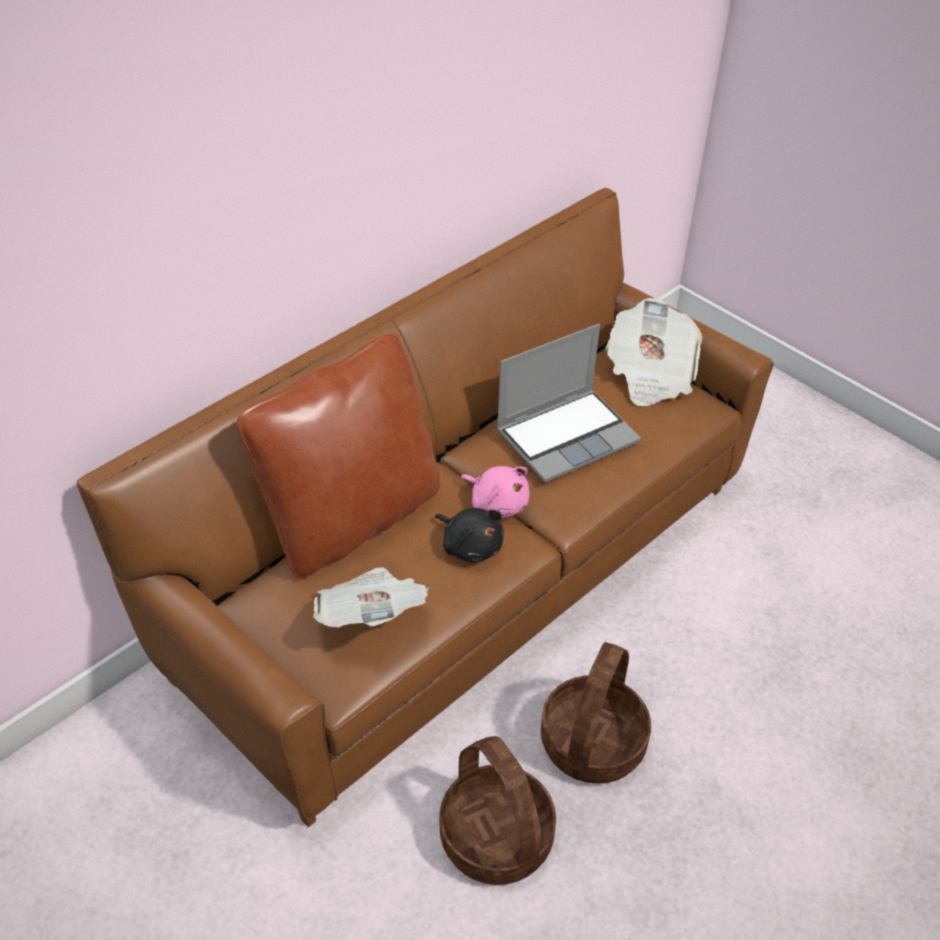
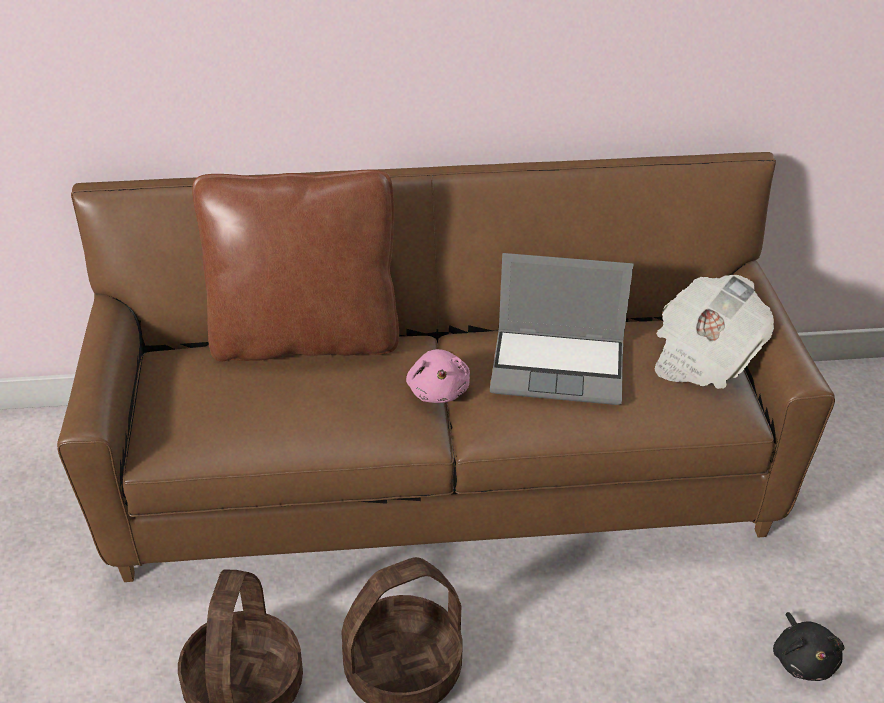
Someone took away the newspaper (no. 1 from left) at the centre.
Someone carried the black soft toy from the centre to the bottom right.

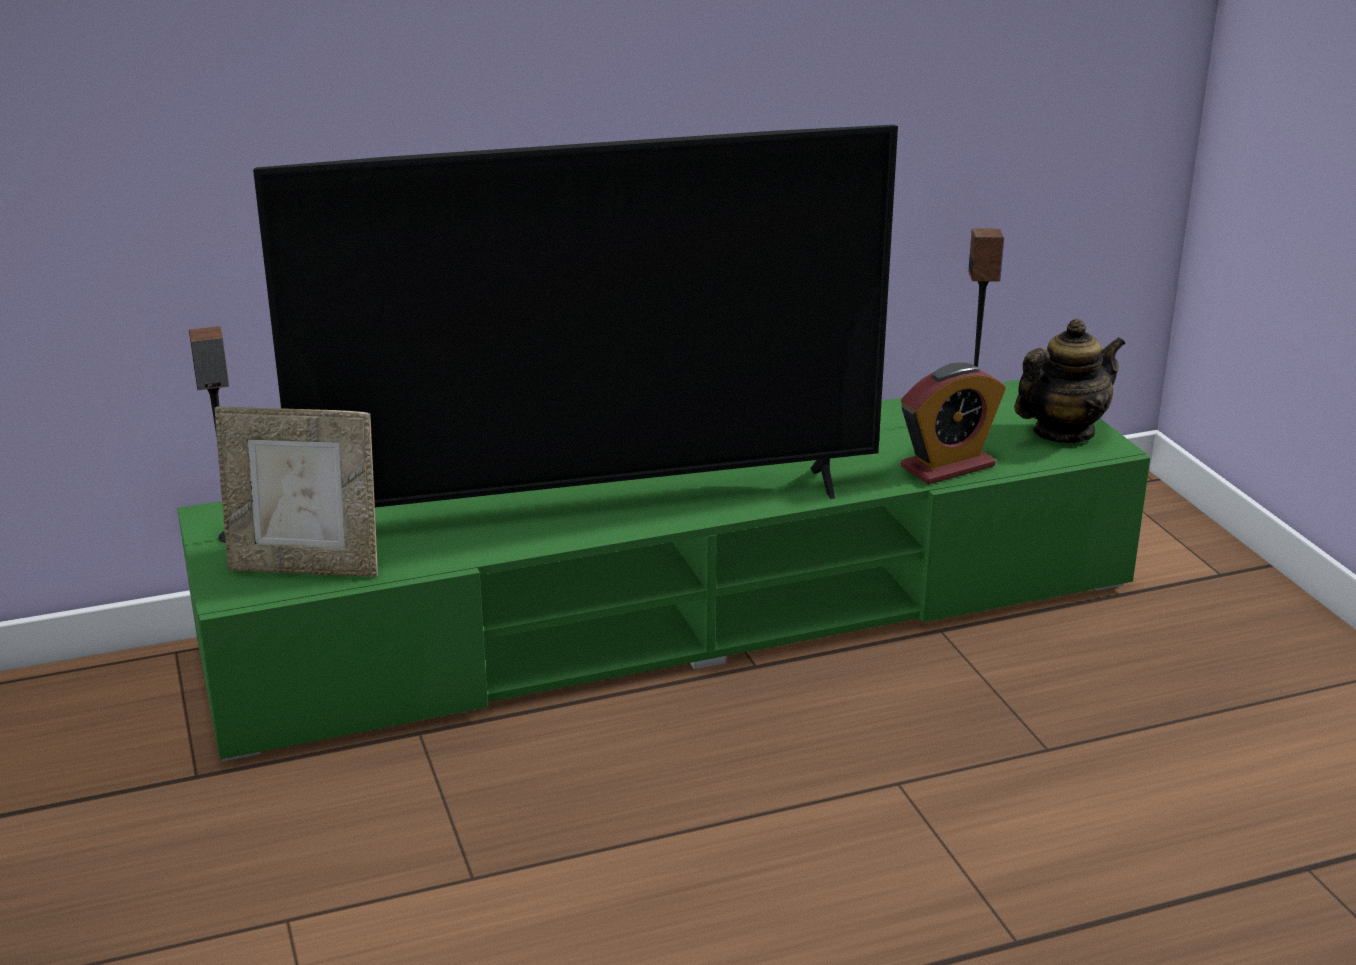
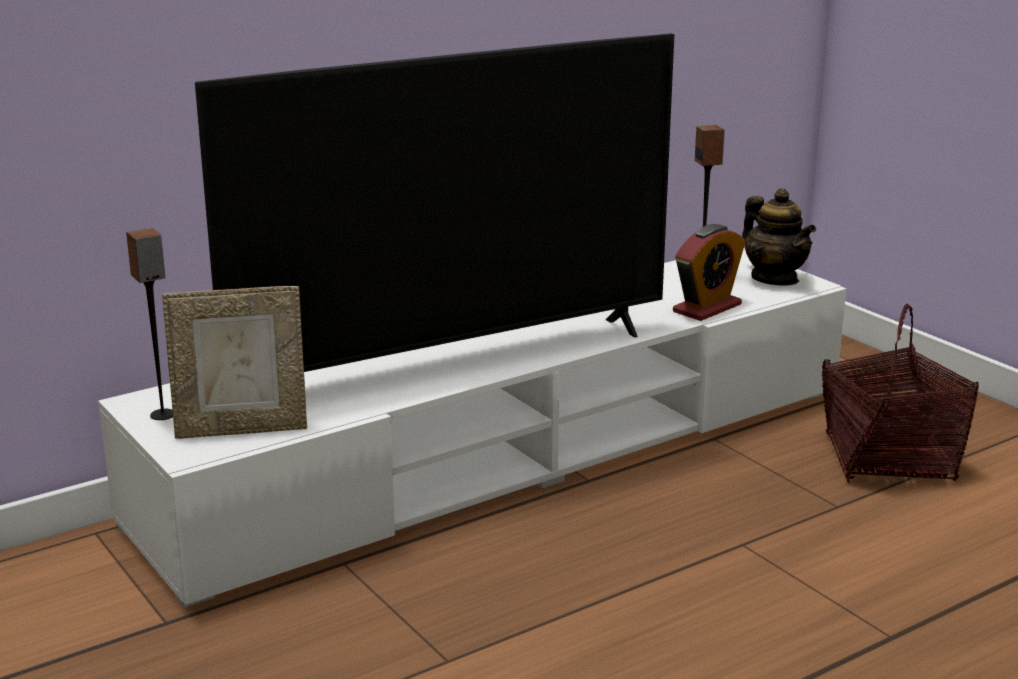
Someone repainted the green media console at the centre, which became the white-coloured media console at the centre.
Someone rotated the teapot at the middle right by 105 degrees clockwise.
Someone put down the household basket at the middle right.

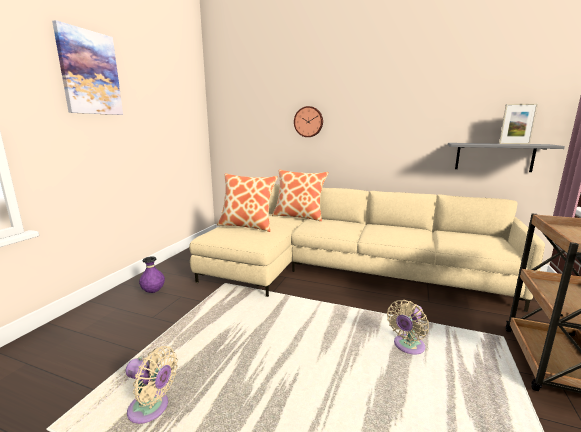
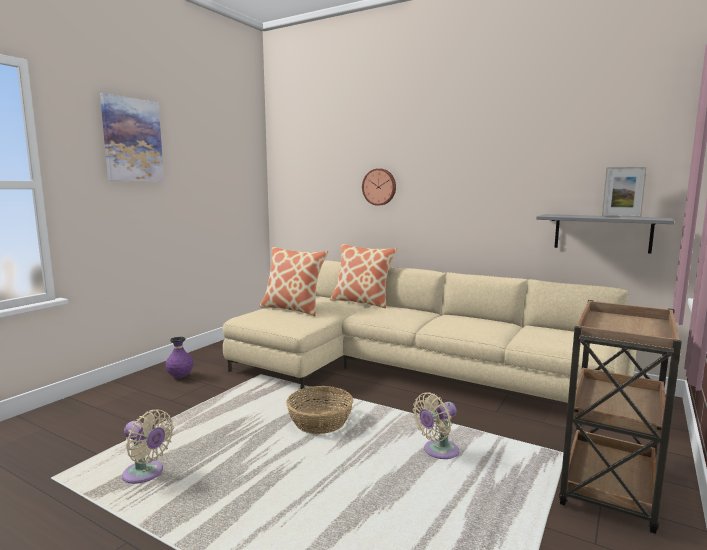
Someone put down the household basket at the bottom centre.

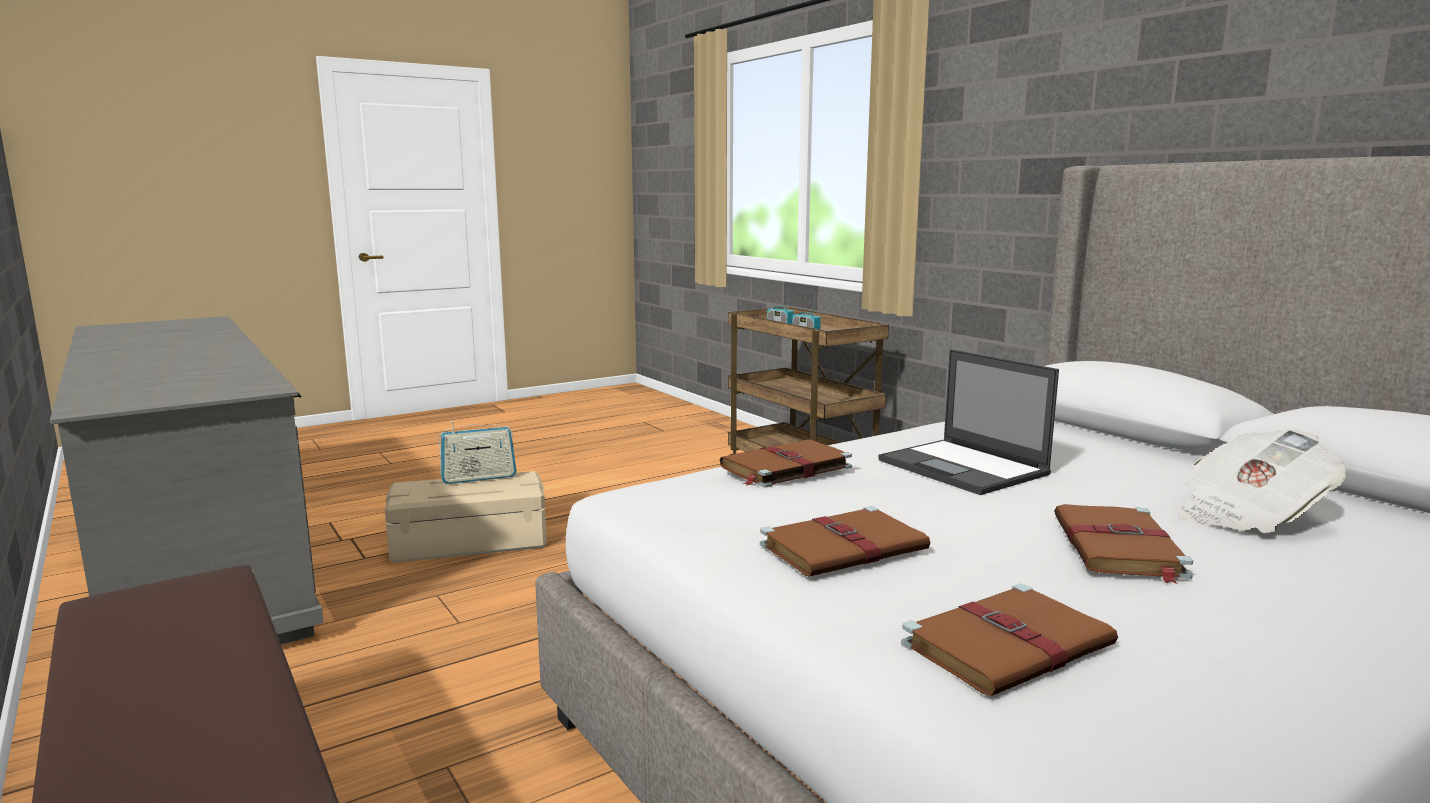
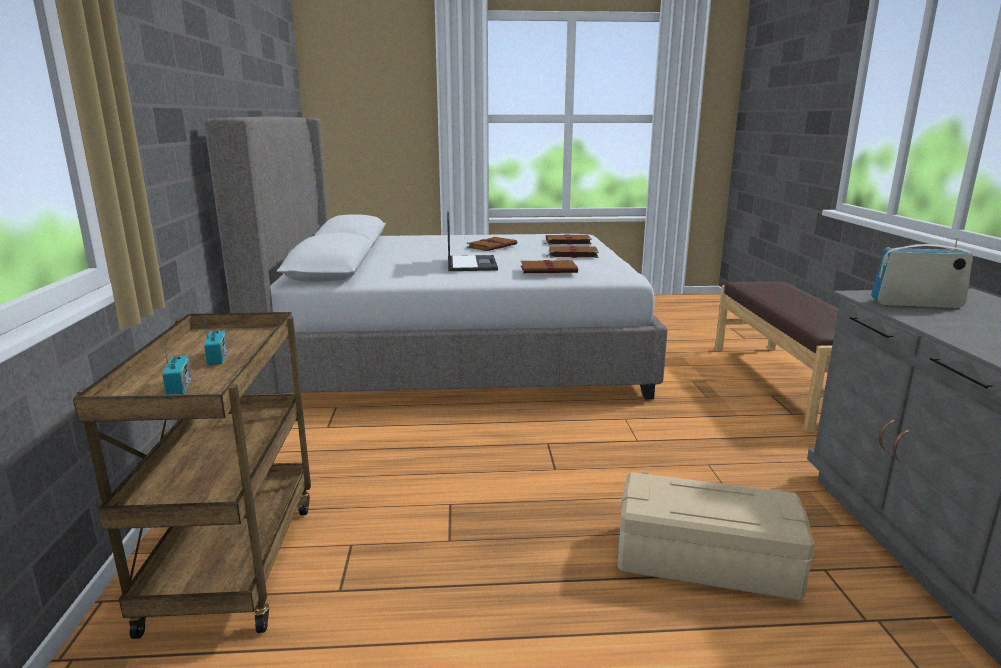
Someone carried the radio (no. 1 from left in the first image) from the centre to the middle right.
Someone took away the newspaper at the middle right.

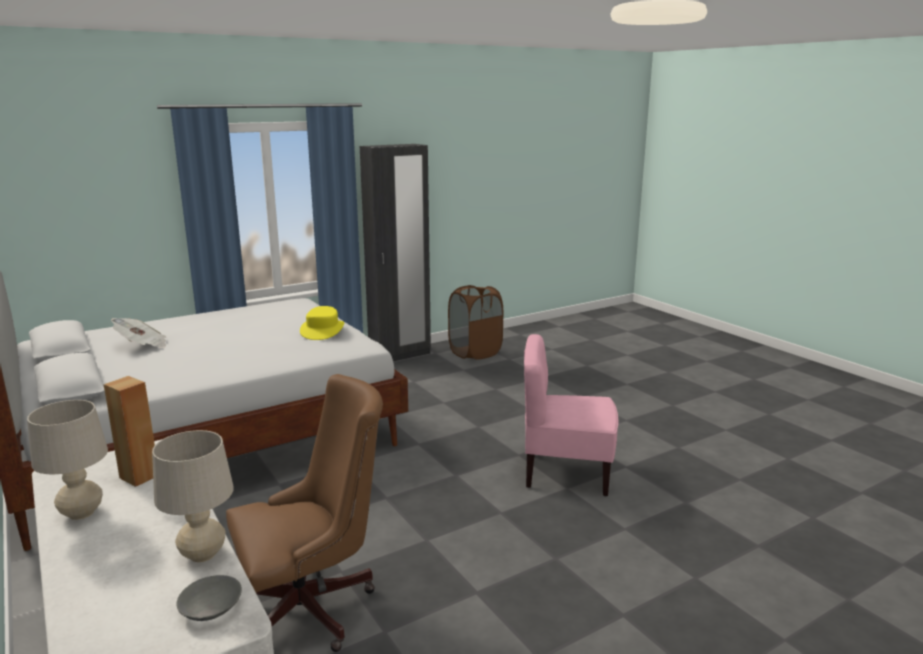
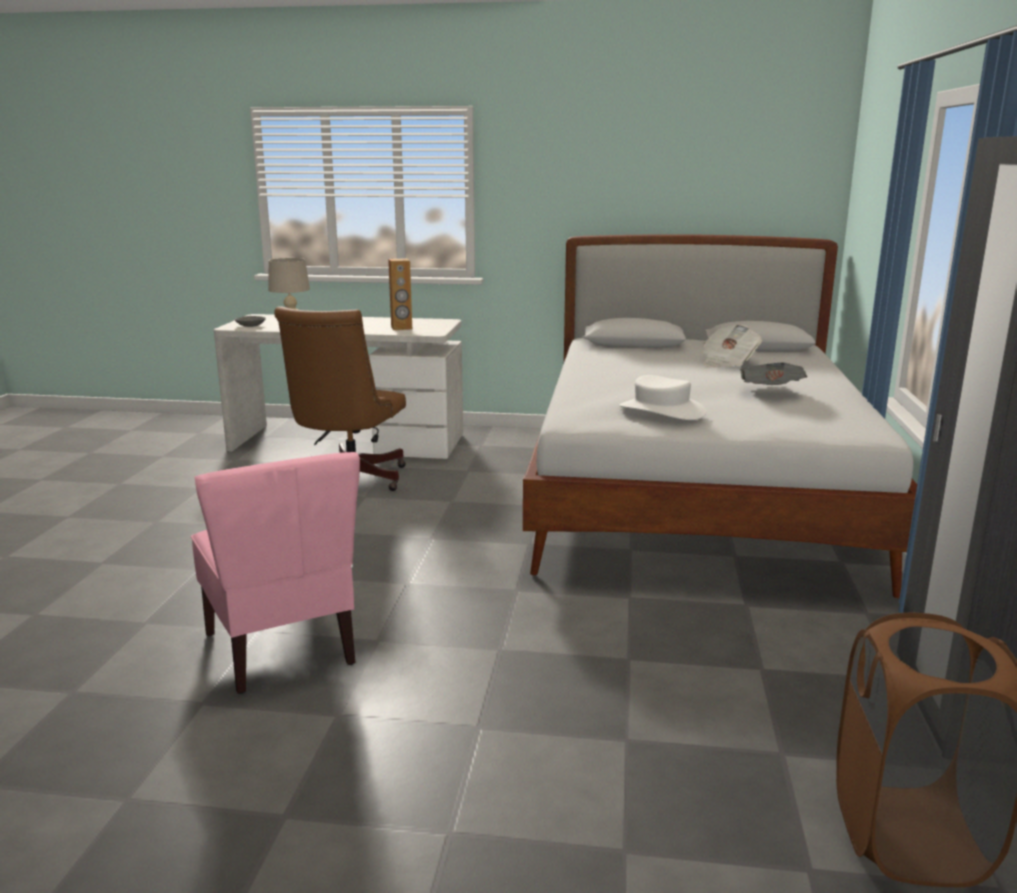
Someone took away the beige-coloured tabletop lamp (no. 1 from left) at the bottom left.
Someone repainted the yellow wearable hat at the centre, which became the white-coloured wearable hat at the centre.
Someone rotated the pink upright chair at the centre by 105 degrees clockwise.
Someone put down the newspaper (no. 2 from left) at the middle right.

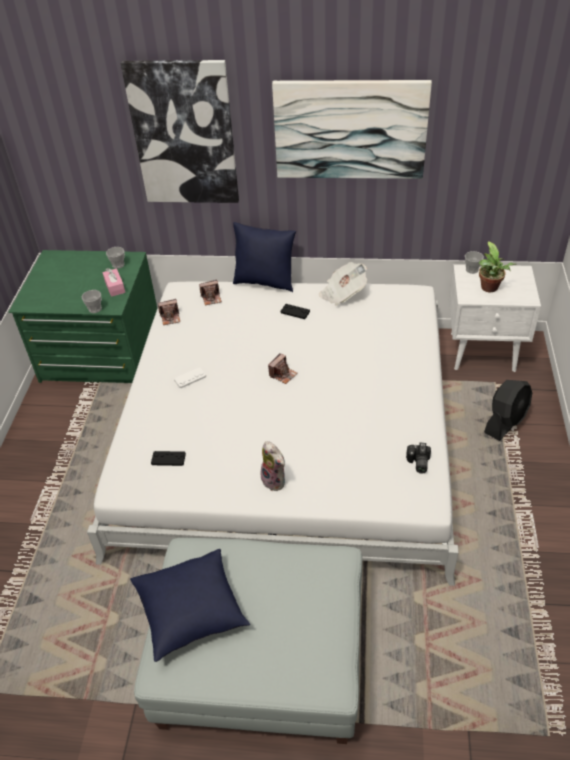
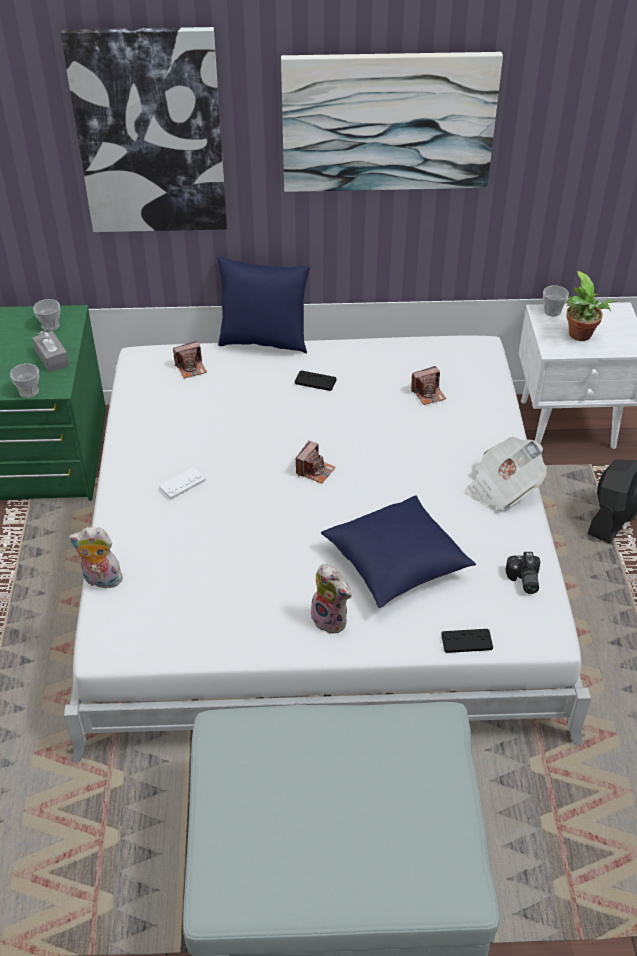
Someone repainted the pink box of tissues at the middle left, which became the gray box of tissues at the middle left.
Someone carried the bluish pillow (no. 1 from left in the first image) from the bottom centre to the centre.
Someone carried the black game controller (no. 1 from left in the first image) from the middle left to the bottom right.
Someone carried the photo camera (no. 1 from left in the first image) from the middle left to the middle right.
Someone carried the newspaper from the centre to the middle right.
Someone put down the soft toy (no. 1 from left) at the middle left.

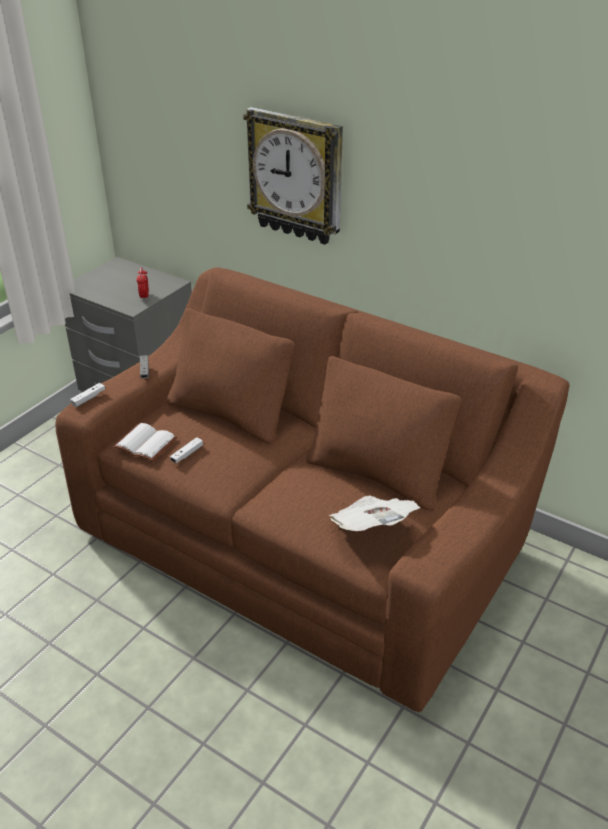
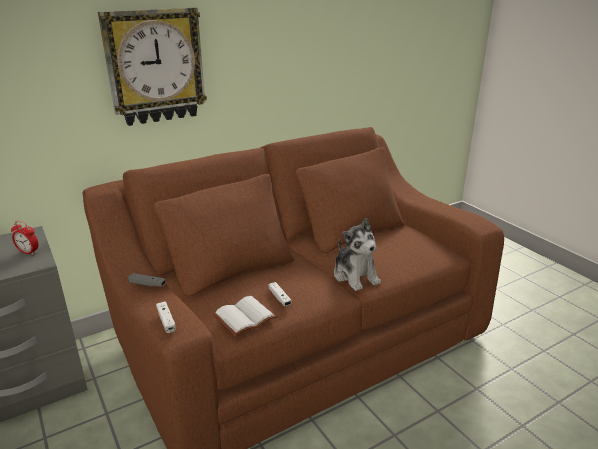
Someone took away the newspaper at the centre.
Someone put down the soft toy at the centre.

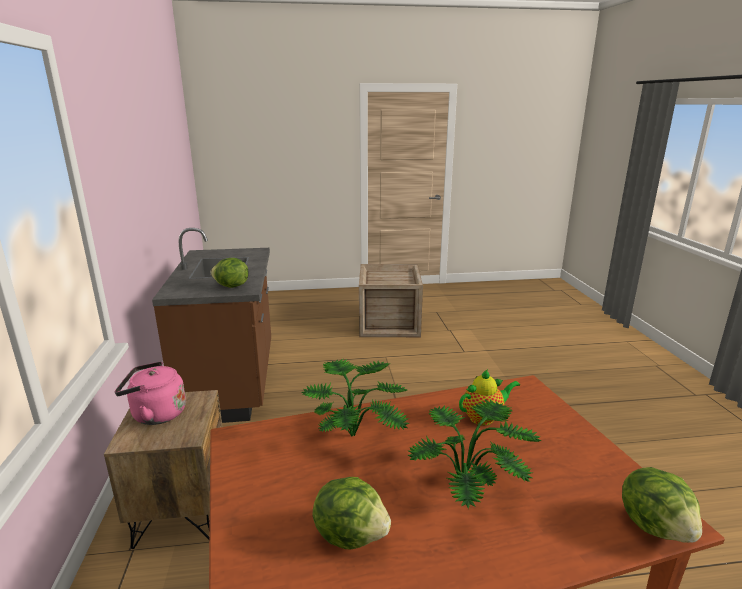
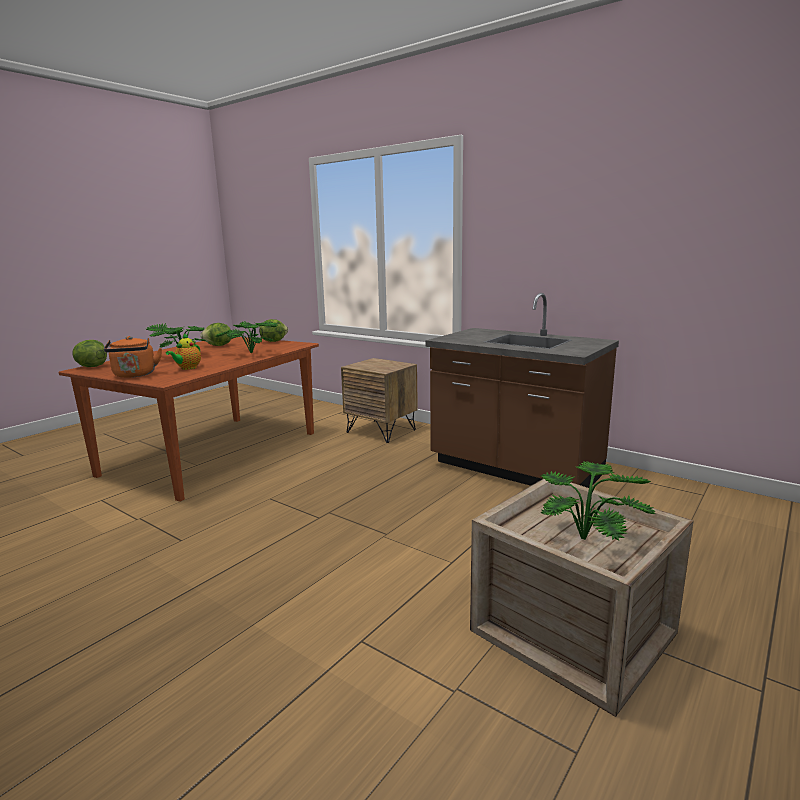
Someone took away the pink kettle at the bottom left.
Someone carried the lettuce head (no. 1 from left in the first image) from the middle left to the centre.
Someone put down the orange-coloured kettle at the middle left.
Someone put down the potted plant (no. 3 from left) at the middle right.

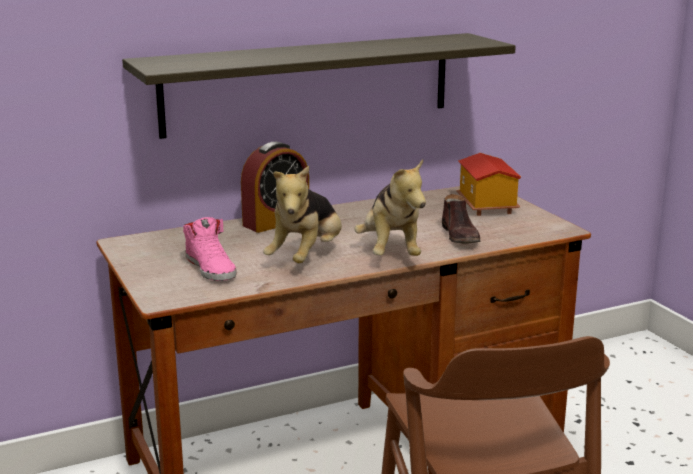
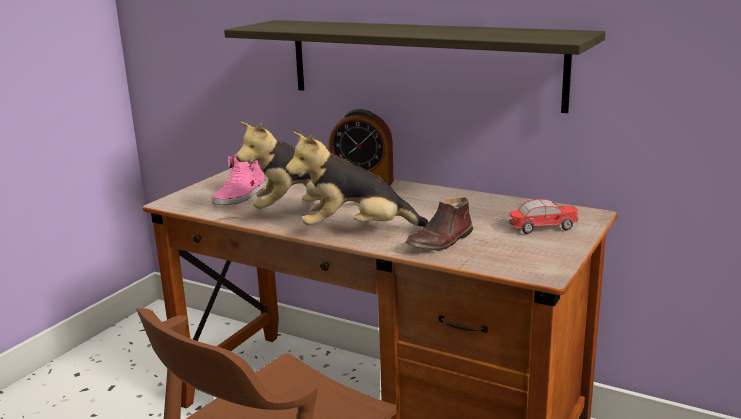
Someone rotated the soft toy (no. 2 from left) at the centre by 45 degrees clockwise.
Someone swapped the miniature house at the middle right for the miniature car at the middle right.

